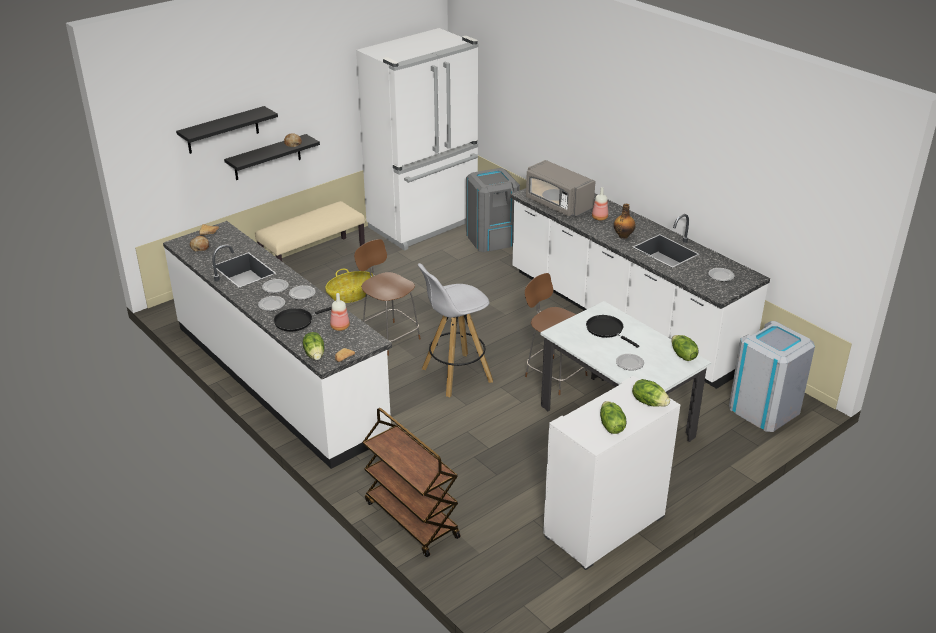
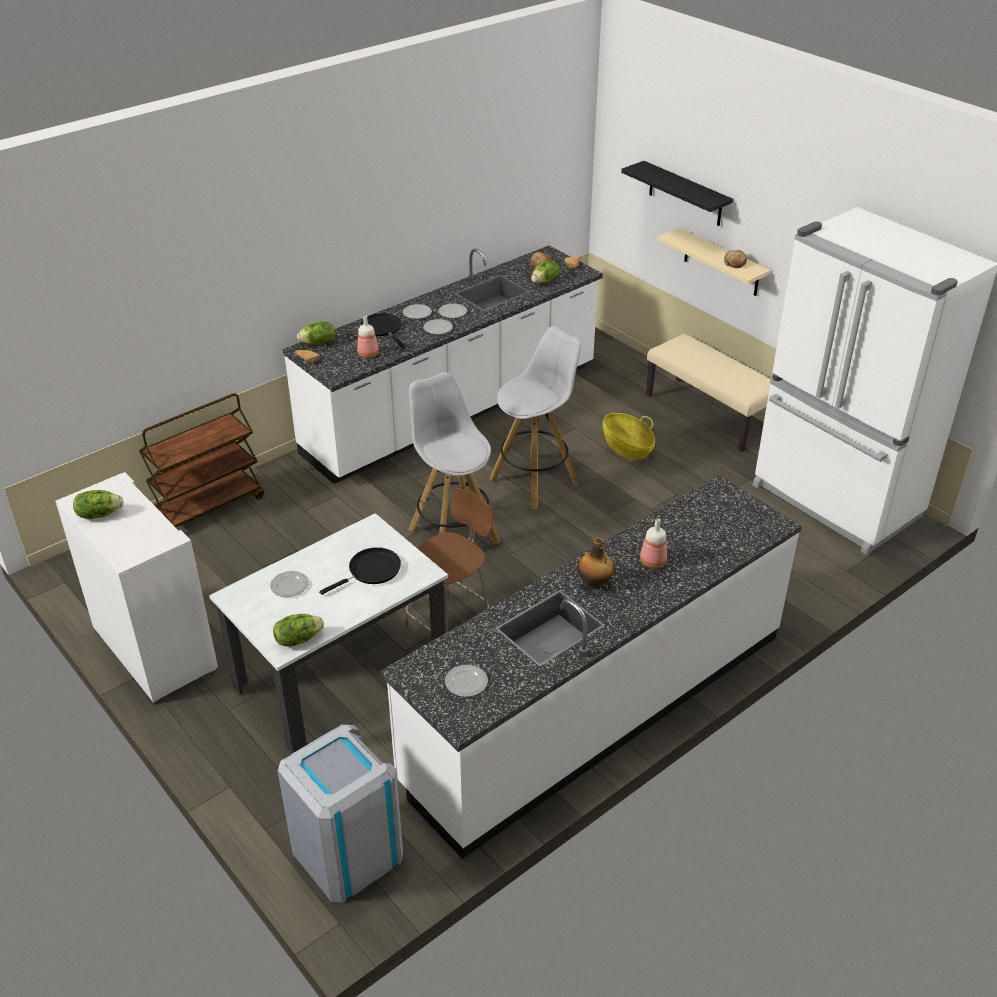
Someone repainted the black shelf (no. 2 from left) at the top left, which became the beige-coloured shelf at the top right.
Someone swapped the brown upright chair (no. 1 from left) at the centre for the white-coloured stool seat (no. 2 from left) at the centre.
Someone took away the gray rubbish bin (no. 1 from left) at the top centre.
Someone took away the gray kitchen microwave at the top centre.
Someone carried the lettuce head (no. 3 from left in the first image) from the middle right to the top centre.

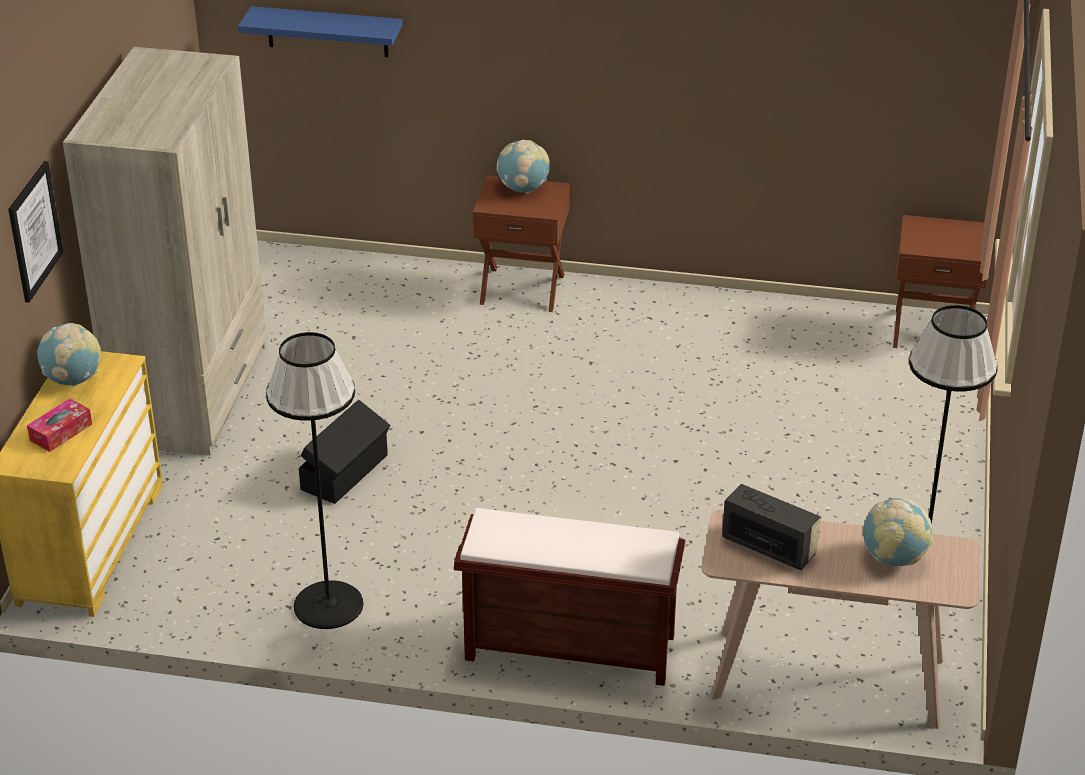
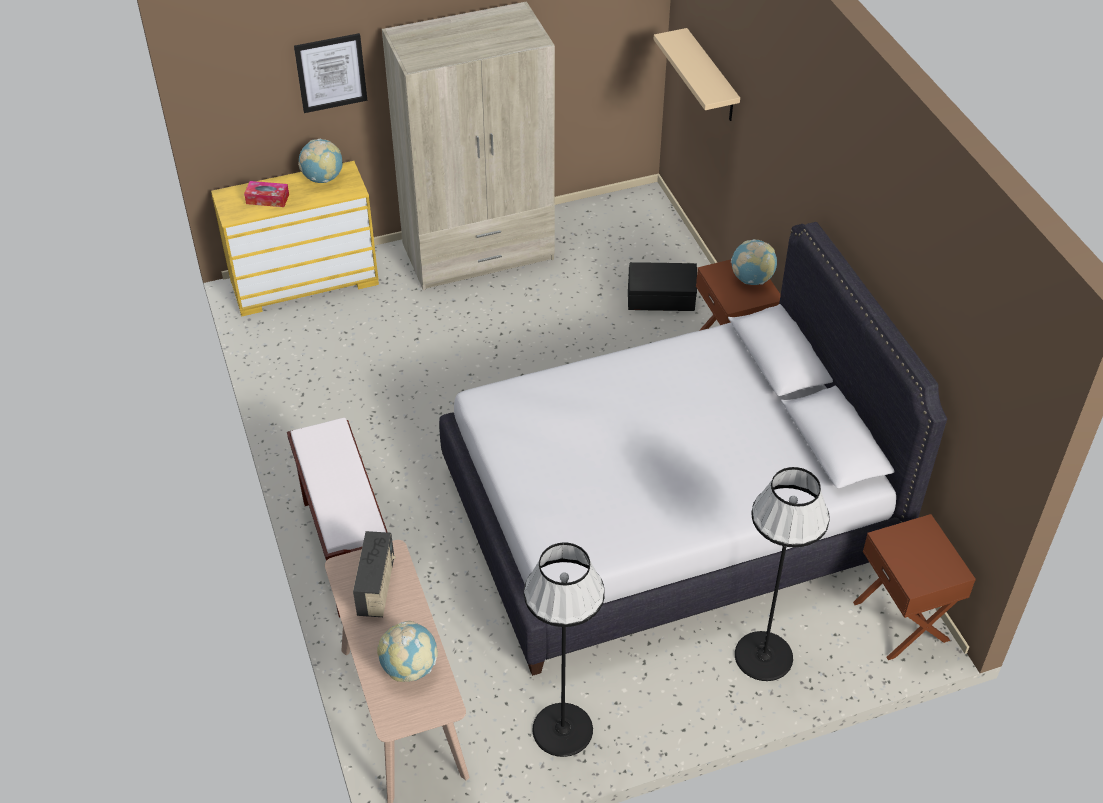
Someone repainted the bluish shelf at the top left, which became the beige-coloured shelf at the top centre.
Someone carried the black floor lamp (no. 1 from left in the first image) from the middle left to the bottom right.
Someone carried the black storage bin from the middle left to the centre.
Someone put down the white-coloured sleeping bed at the centre.

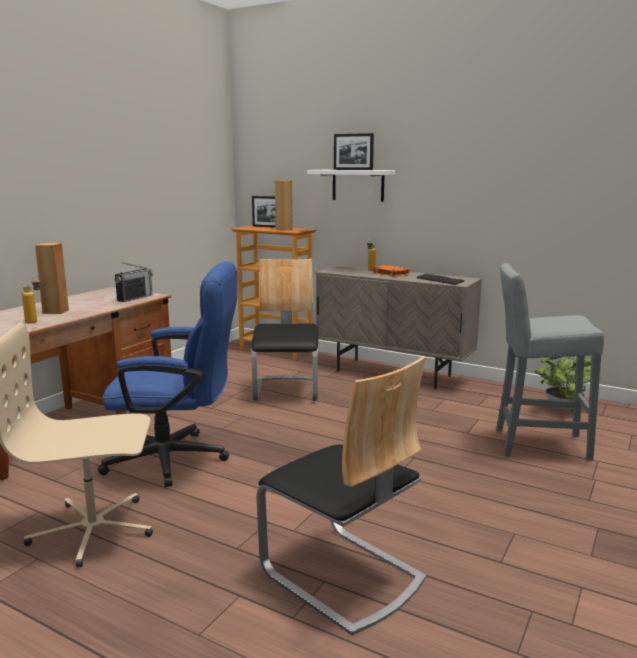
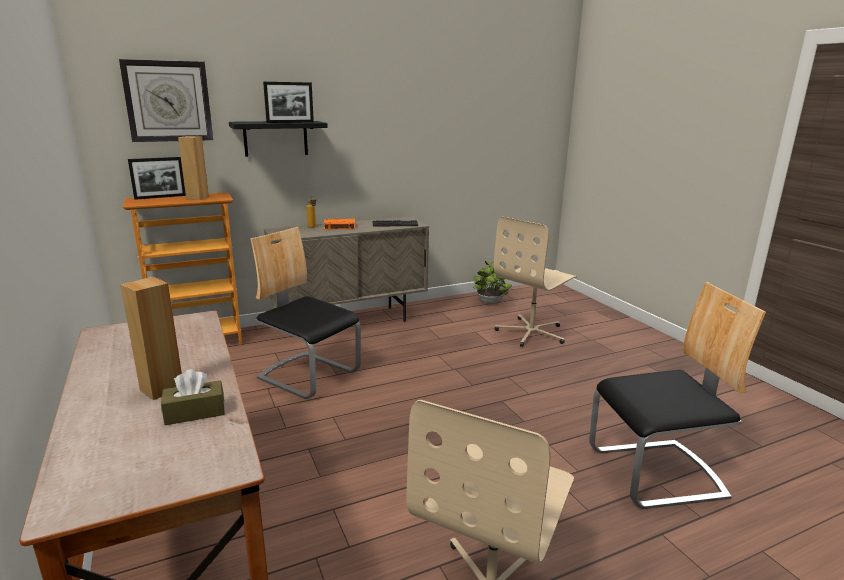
Someone swapped the beverage bottle (no. 1 from left) at the middle left for the brown box of tissues at the bottom left.
Someone took away the bluish desk chair at the middle left.
Someone took away the radio at the middle left.
Someone repainted the white-coloured shelf at the top centre, which became the black shelf at the top left.
Someone swapped the gray stool seat at the middle right for the beige-coloured desk chair (no. 2 from left) at the centre.
Someone put up the clock on the wall at the top left.

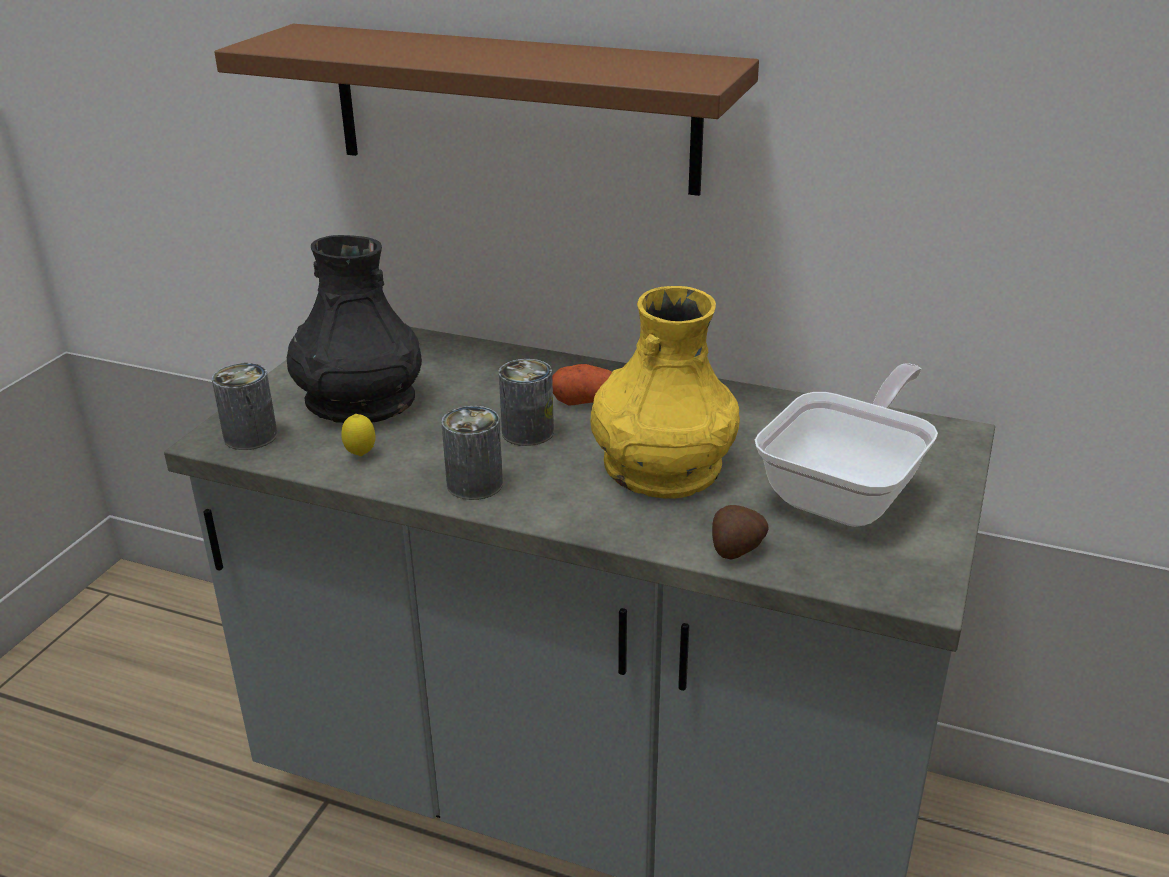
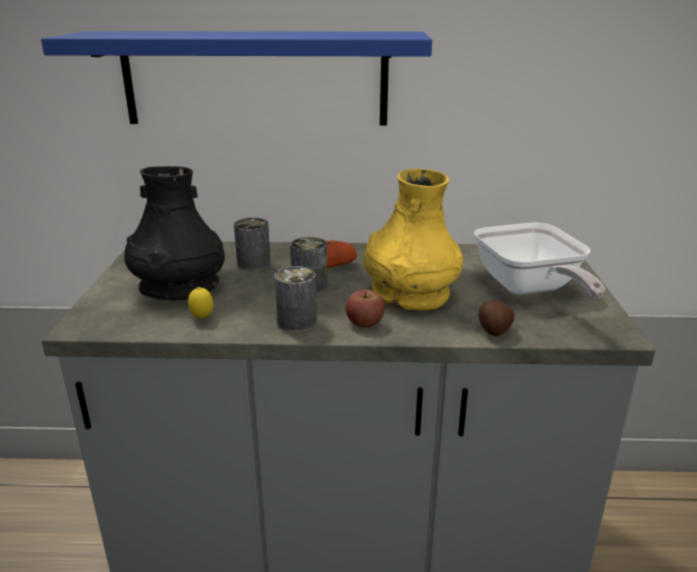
Someone carried the sealed can (no. 1 from left) from the middle left to the centre.
Someone repainted the brown shelf at the top centre, which became the bluish shelf at the top centre.
Someone rotated the frying pan at the middle right by 150 degrees clockwise.
Someone put down the apple at the centre.

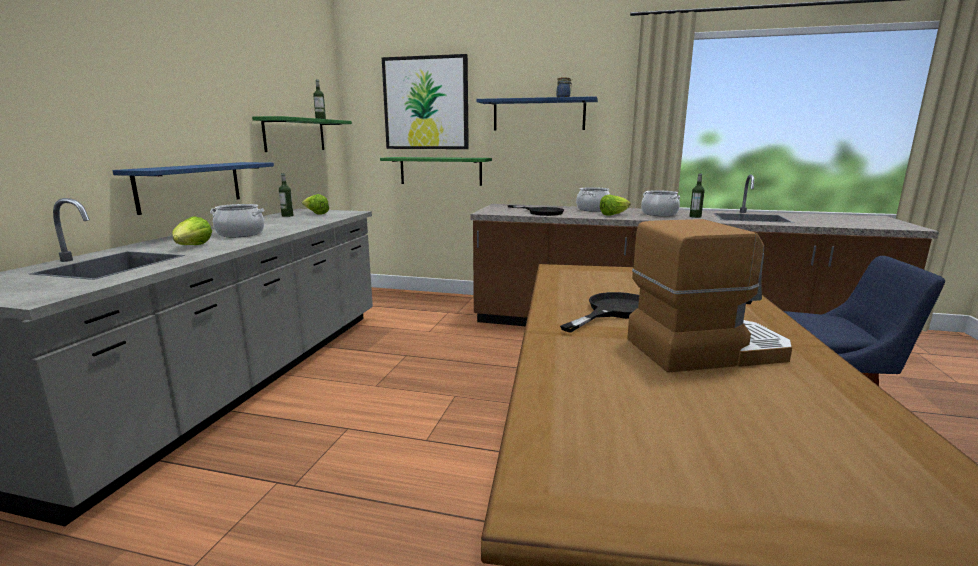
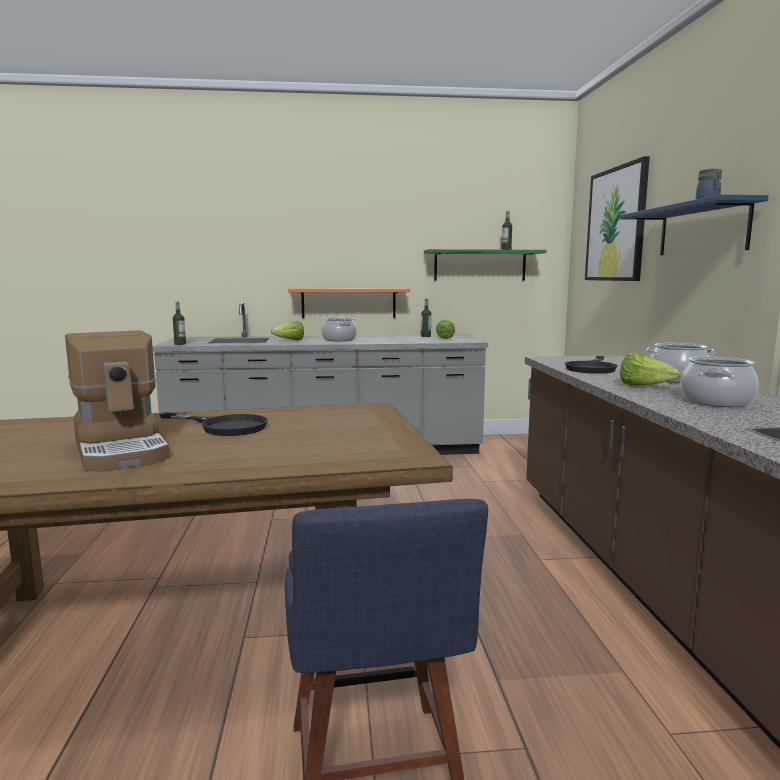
Someone repainted the bluish shelf (no. 1 from left) at the top left, which became the orange-coloured shelf at the centre.
Someone took away the green shelf (no. 2 from left) at the top centre.
Someone carried the beverage bottle (no. 3 from left in the first image) from the middle right to the middle left.

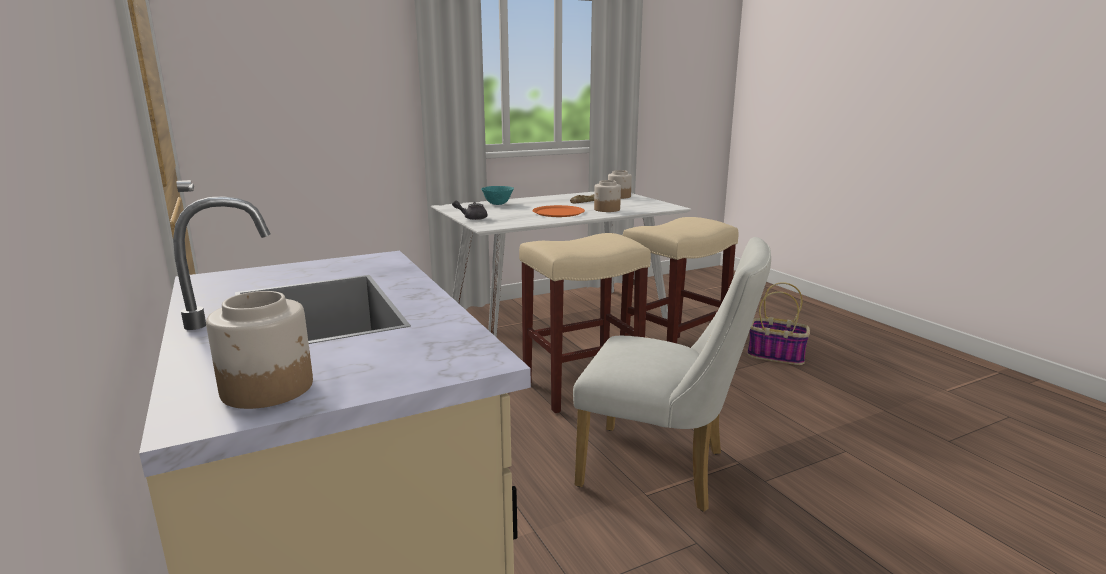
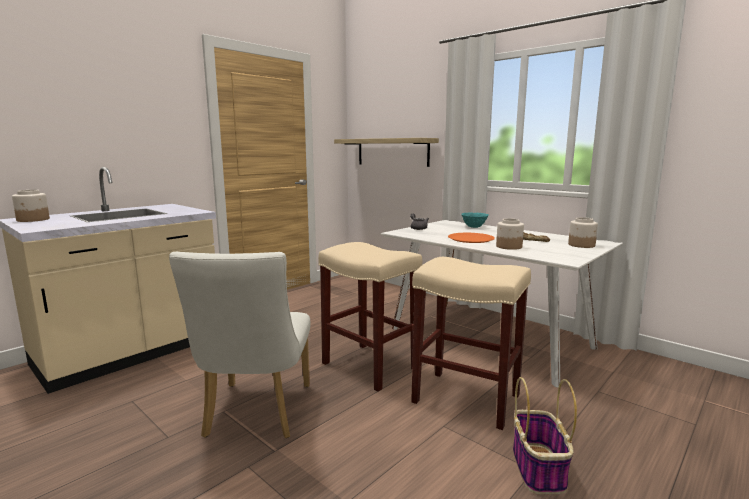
Someone put up the shelf at the top centre.

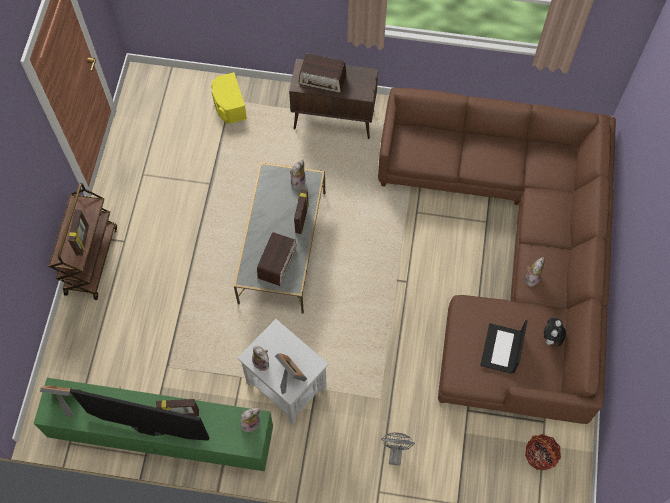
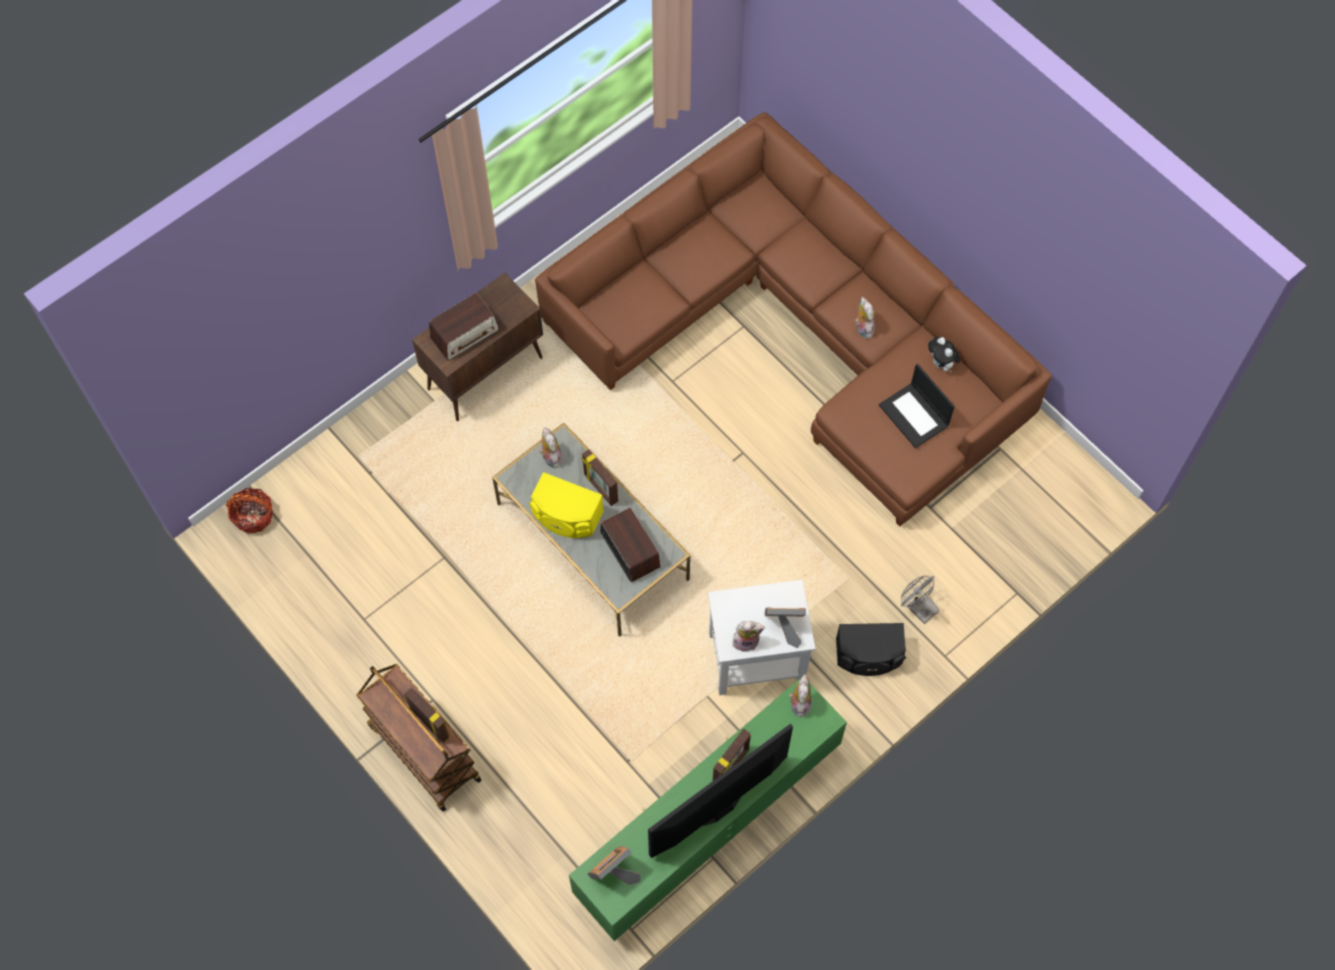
Someone carried the yellow loudspeaker from the top centre to the centre.
Someone carried the household basket from the bottom right to the middle left.
Someone put down the black loudspeaker at the bottom centre.

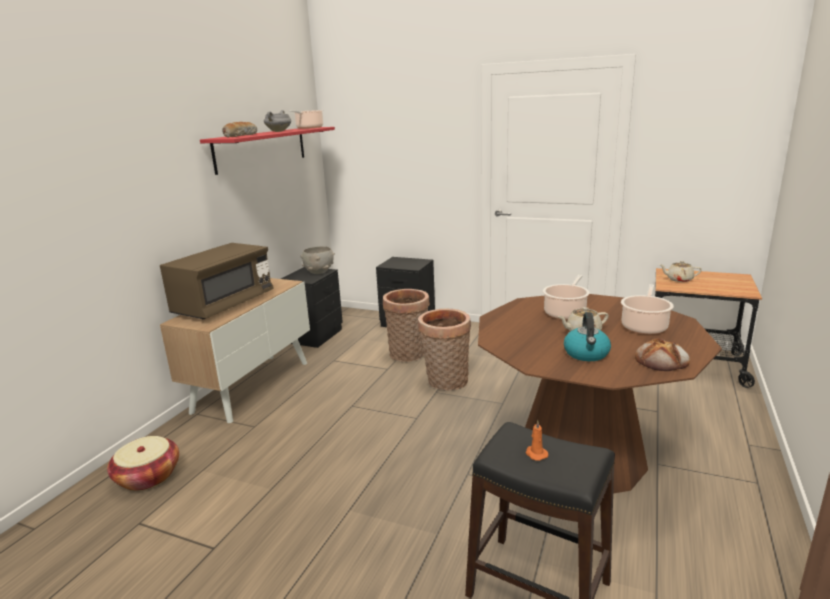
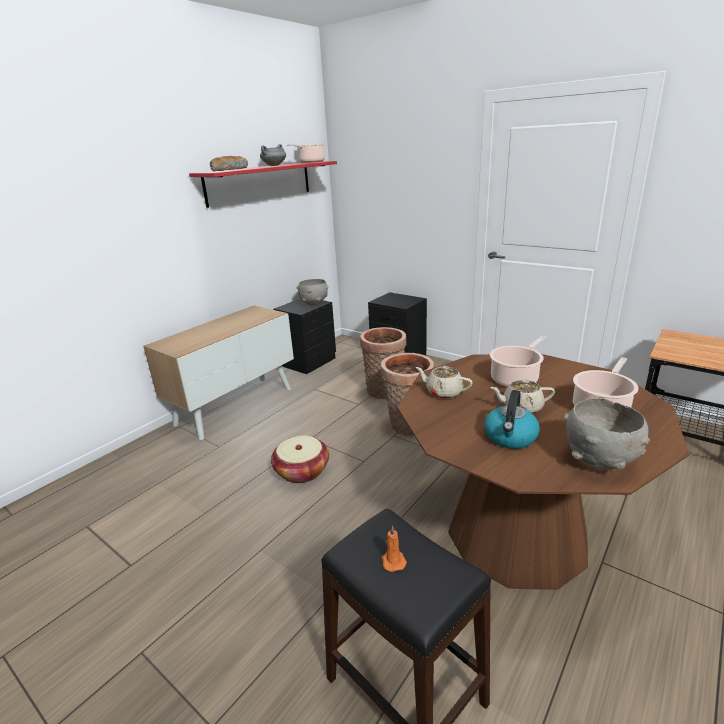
Someone carried the household basket (no. 1 from left) from the bottom left to the centre.
Someone took away the brown kitchen microwave at the middle left.
Someone swapped the bread (no. 2 from left) at the middle right for the gray bowl (no. 2 from left) at the middle right.
Someone carried the beige-coloured teapot (no. 2 from left in the first image) from the middle right to the centre.

